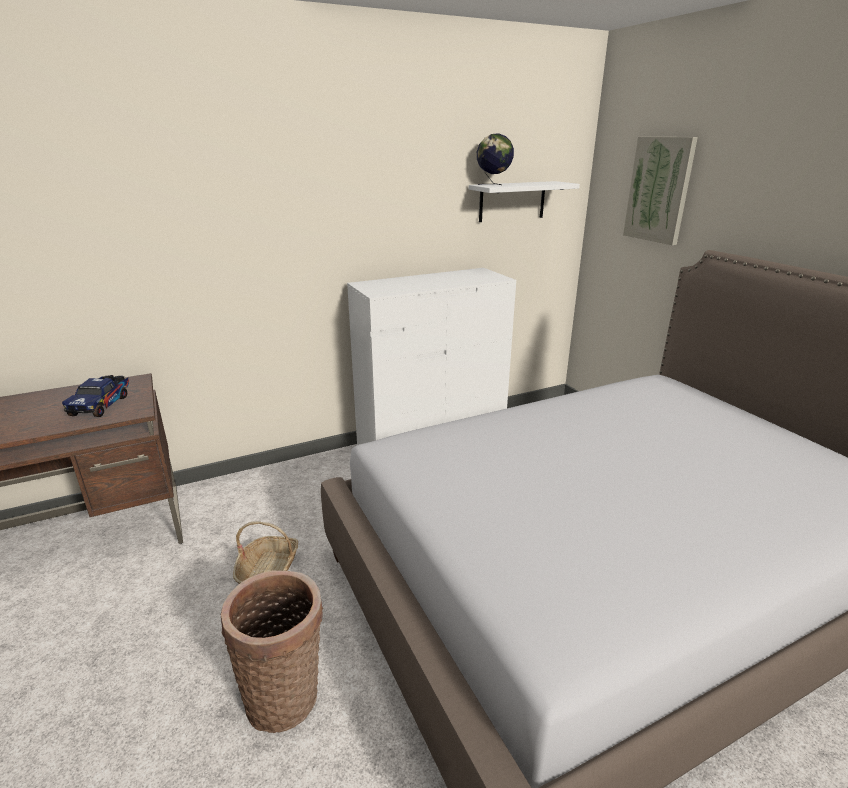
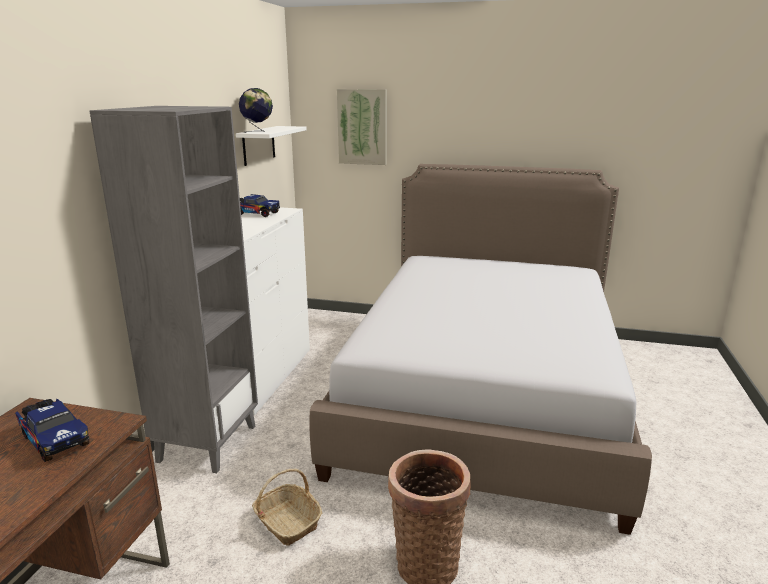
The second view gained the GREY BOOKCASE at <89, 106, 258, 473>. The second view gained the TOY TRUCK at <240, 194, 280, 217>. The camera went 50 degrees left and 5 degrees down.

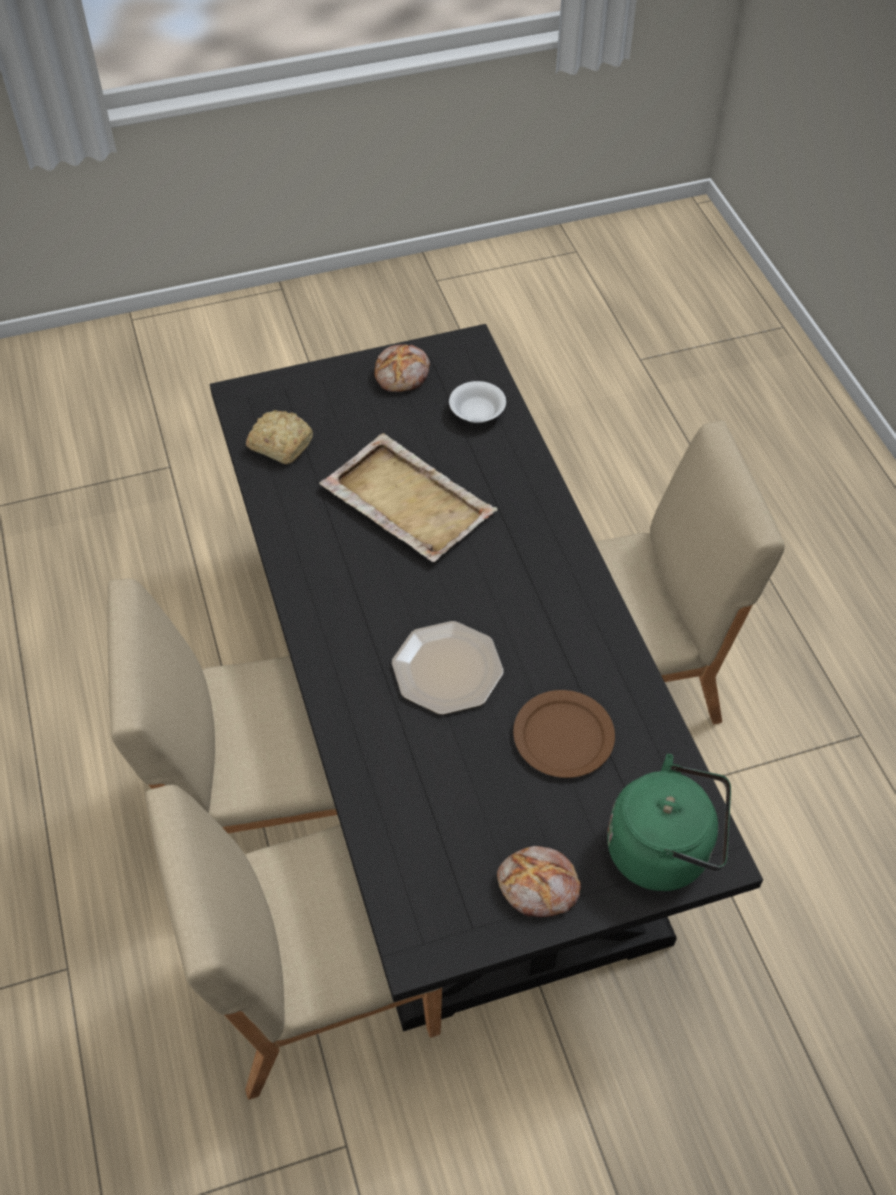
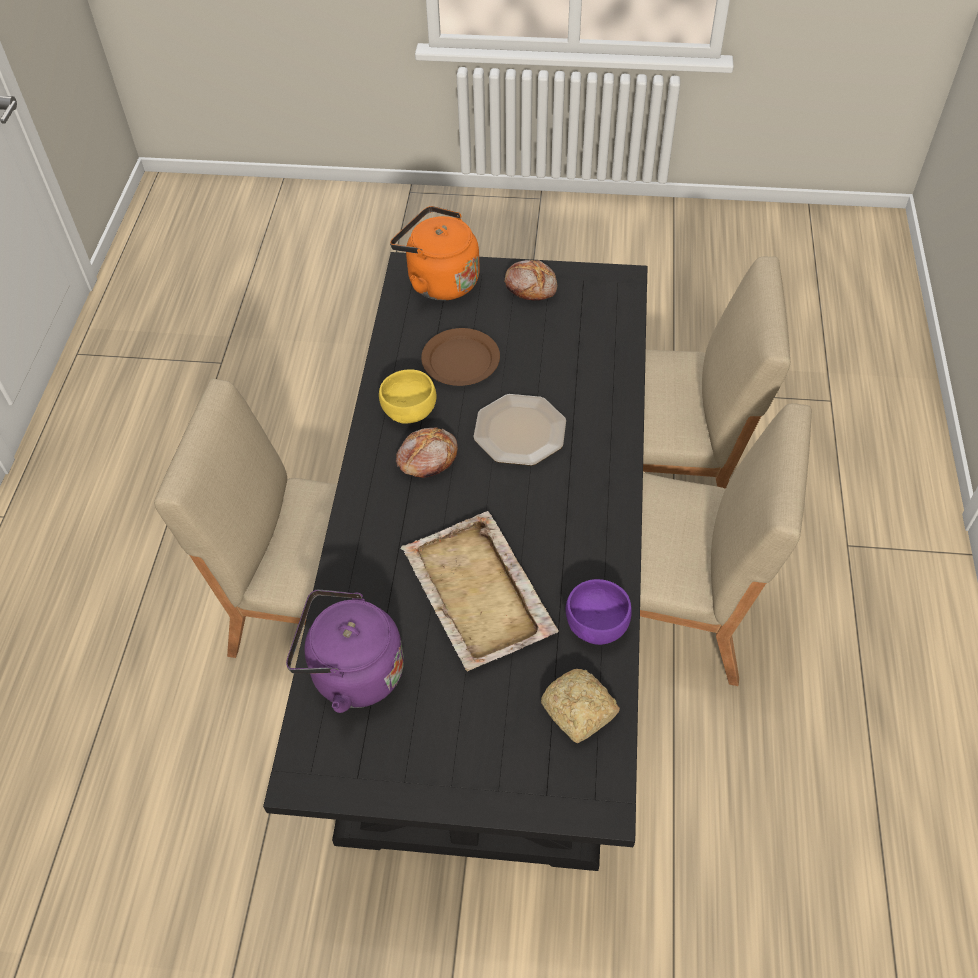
The BREAD ended up elsewhere, having gone from <374, 344, 430, 392> to <396, 427, 458, 478>. Where the WHITE BOWL stood at <449, 381, 506, 423>, the PURPLE KETTLE came to stand at <286, 590, 404, 713>. What was the GREEN KETTLE at <607, 754, 731, 891> turned into the ORANGE KETTLE at <390, 206, 480, 301>. The second view gained the YELLOW BOWL at <379, 370, 437, 423>. The second view gained the PURPLE BOWL at <566, 579, 632, 645>. The camera went 155 degrees left and 0 degrees up.

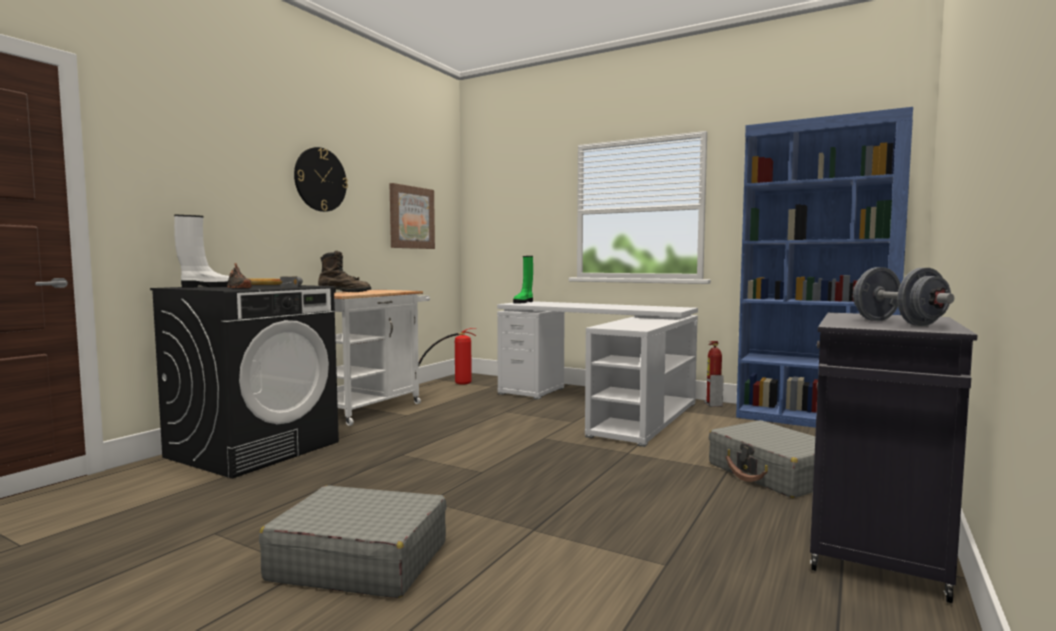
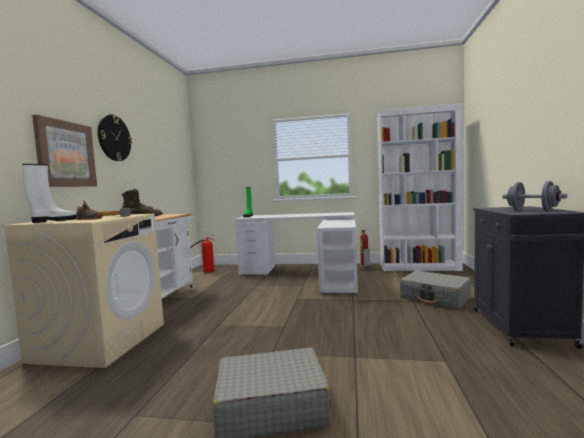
What was the BLACK WASHING MACHINE at <150, 285, 339, 479> turned into the BEIGE WASHING MACHINE at <2, 214, 164, 368>. The PICTURE ended up elsewhere, having gone from <390, 183, 435, 249> to <32, 115, 97, 187>. What was the BLUE BOOKCASE at <736, 107, 913, 428> turned into the WHITE BOOKCASE at <377, 103, 463, 271>. The camera went 20 degrees left and 0 degrees up.

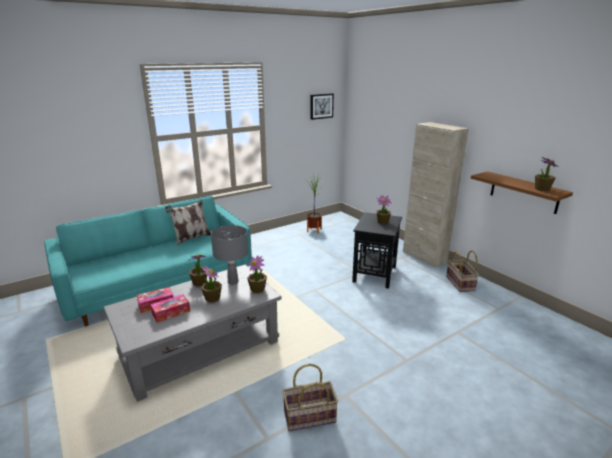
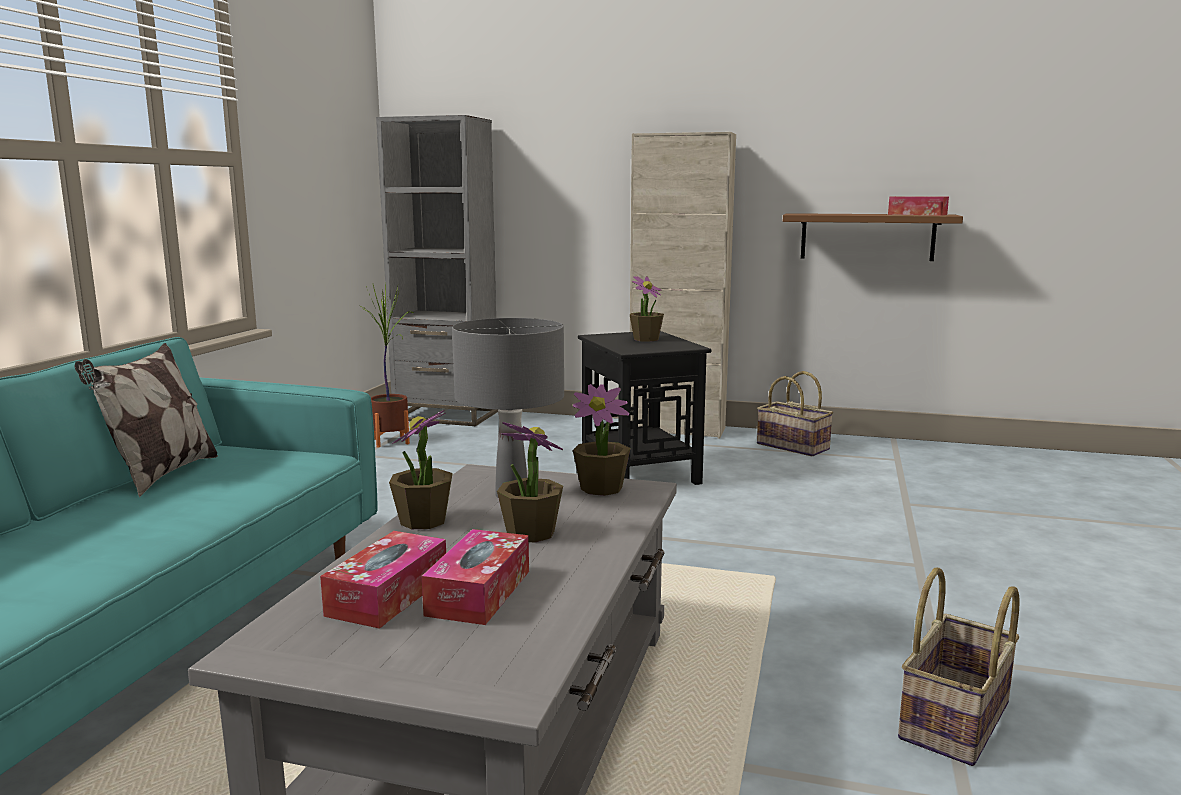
The second view lost the PICTURE at <310, 93, 334, 120>. Where the POTTED PLANT stood at <535, 157, 559, 191>, the TISSUE BOX came to stand at <888, 196, 949, 215>. The second view gained the GREY BOOKCASE at <376, 115, 498, 426>. The camera went 40 degrees left and 10 degrees down.

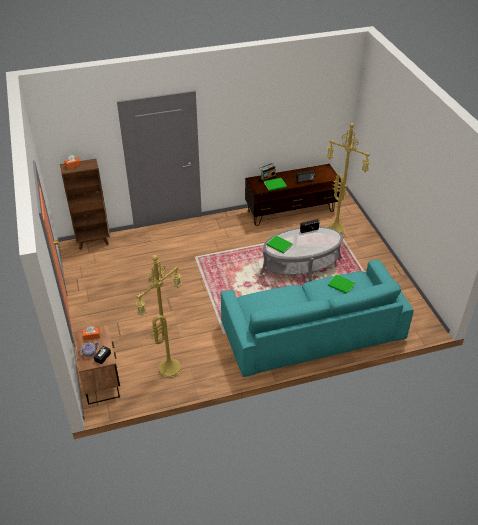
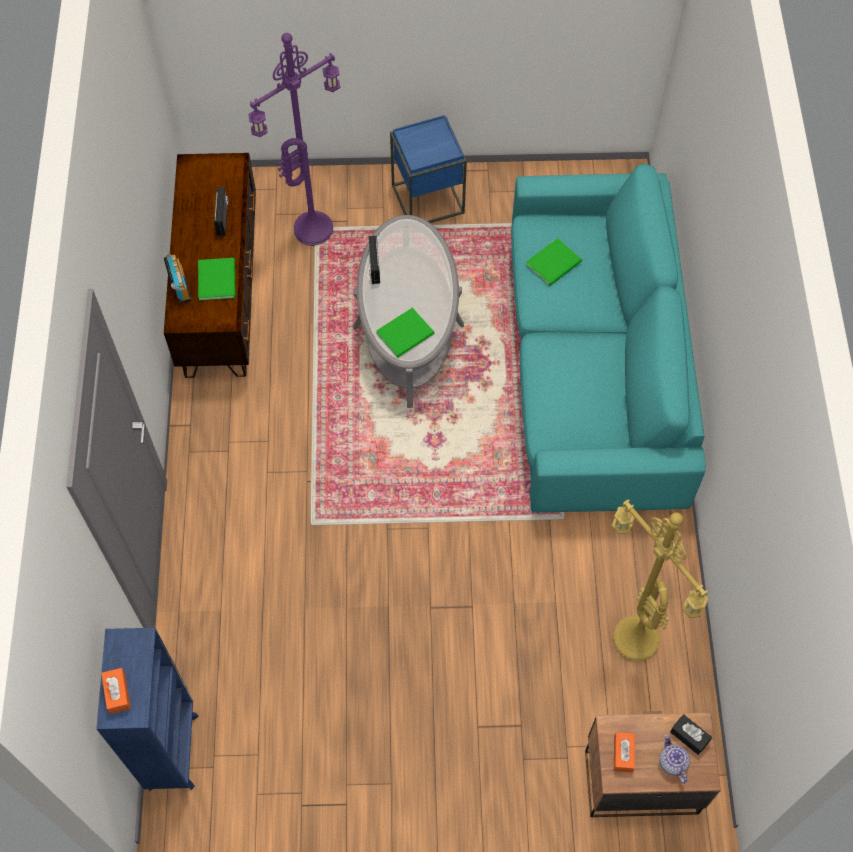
What was the BROWN BOOKCASE at <60, 159, 110, 250> turned into the BLUE BOOKCASE at <96, 628, 199, 791>. What was the YELLOW FLOOR LAMP at <327, 123, 370, 234> turned into the PURPLE FLOOR LAMP at <249, 33, 341, 246>. The second view gained the BLUE SIDE TABLE at <390, 115, 467, 223>. The camera went 75 degrees left and 20 degrees up.

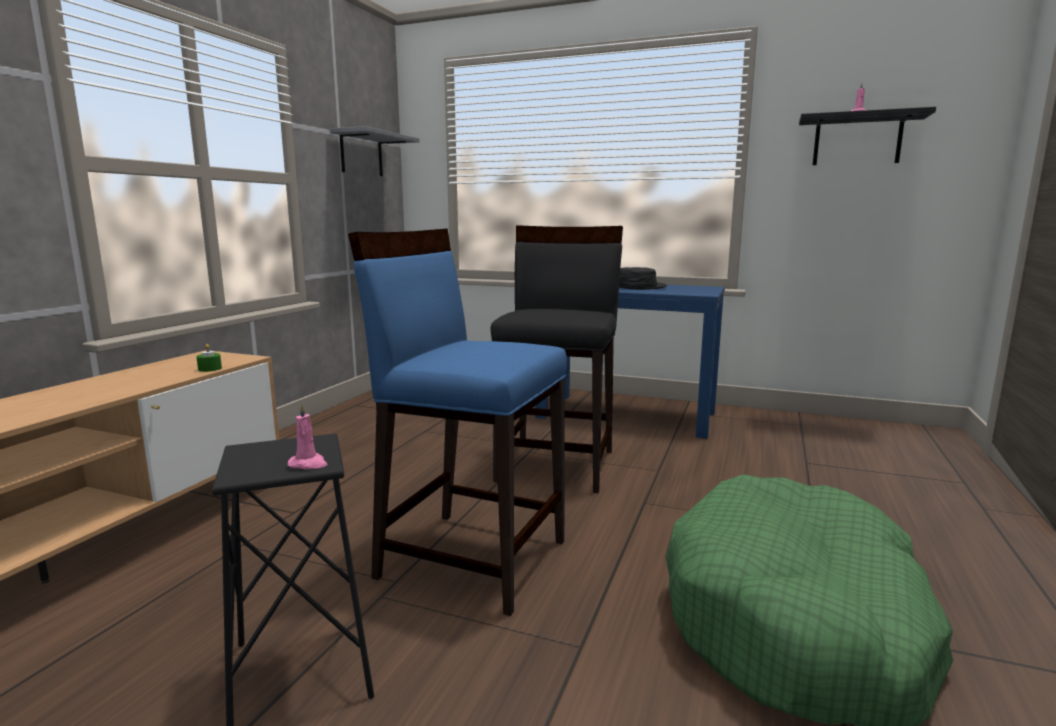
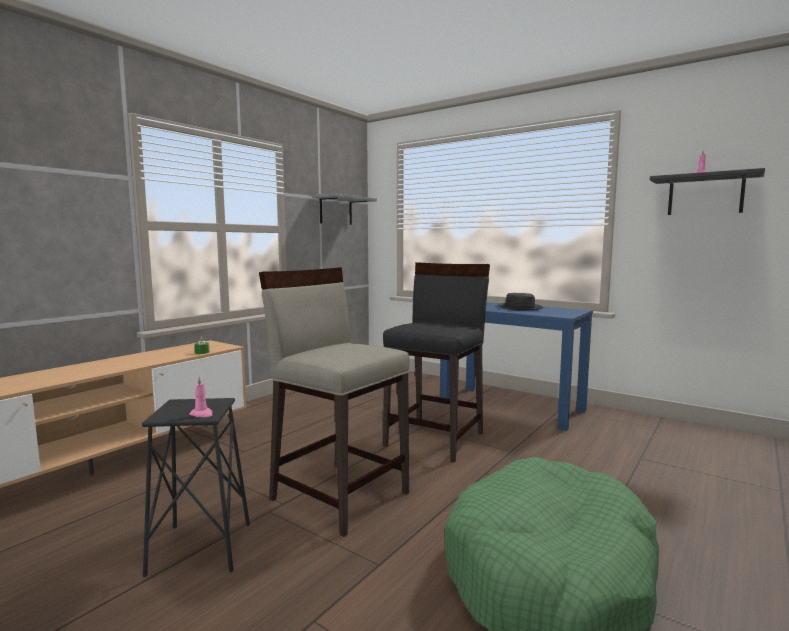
What was the BLUE STOOL at <348, 229, 567, 616> turned into the BEIGE STOOL at <259, 267, 410, 537>. The camera went 15 degrees right and 5 degrees down.

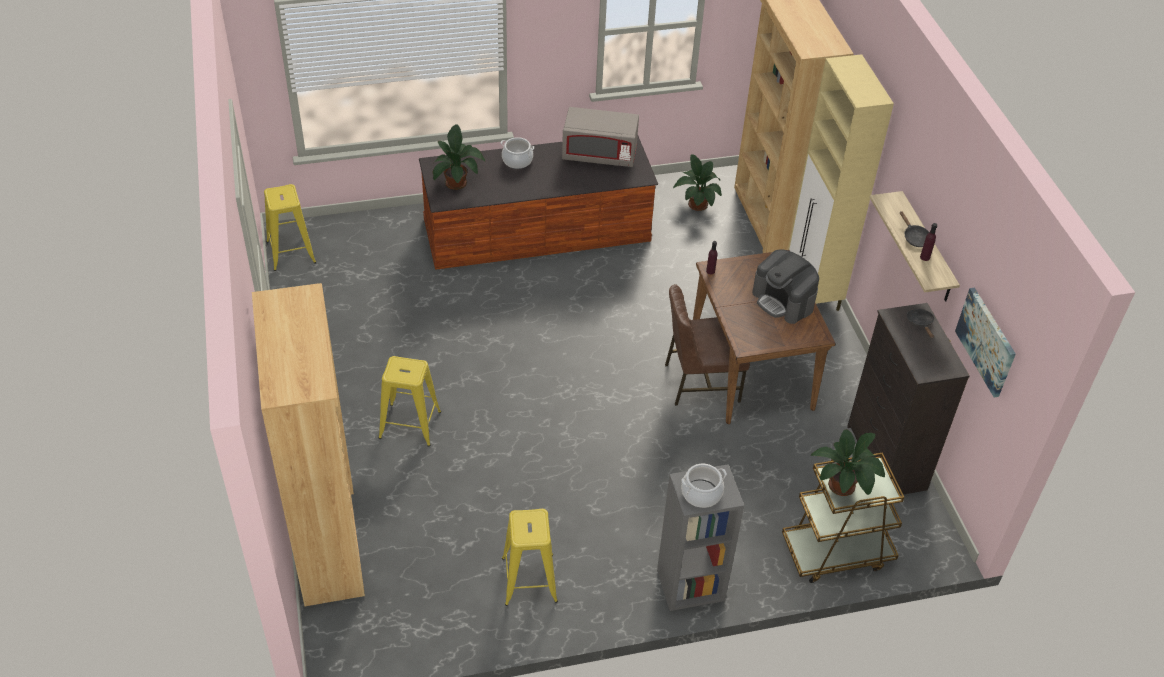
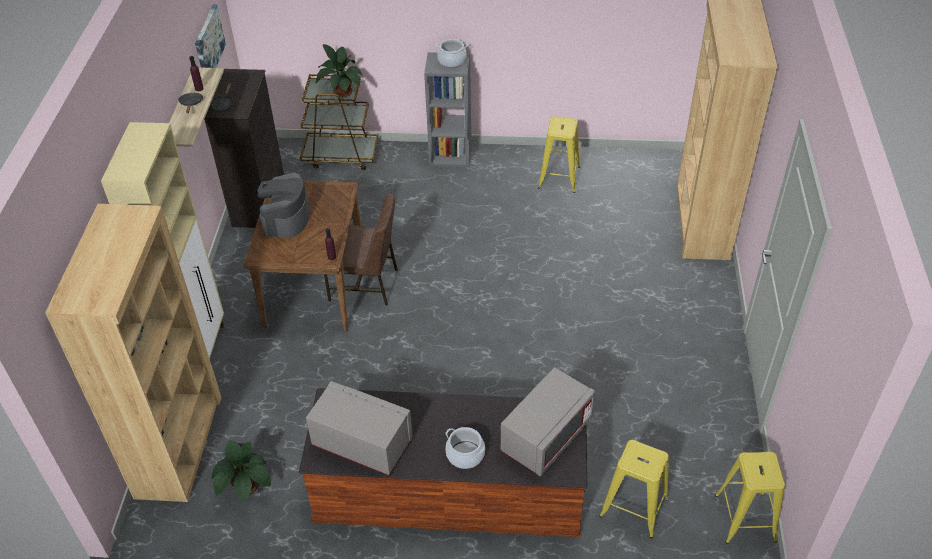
The YELLOW STOOL ended up elsewhere, having gone from <378, 356, 441, 447> to <600, 440, 669, 538>. Where the POTTED PLANT stood at <432, 124, 485, 190>, the GREY MICROWAVE came to stand at <501, 367, 595, 476>. The COFFEE MACHINE at <752, 249, 819, 324> ended up facing another way, 150 degrees counterclockwise from before. The camera went 160 degrees left and 0 degrees up.

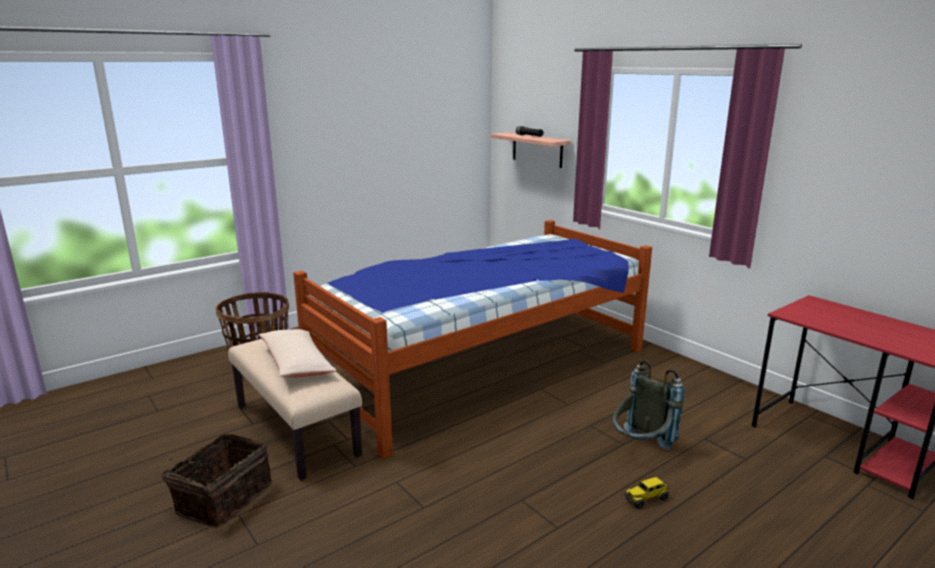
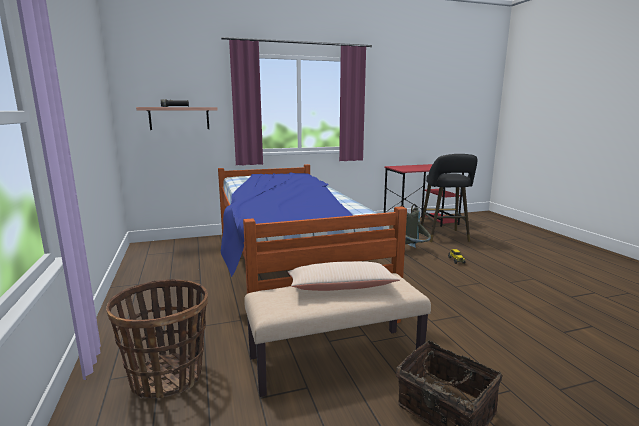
The second view gained the BLACK STOOL at <421, 154, 477, 242>. The camera went 70 degrees left and 5 degrees down.

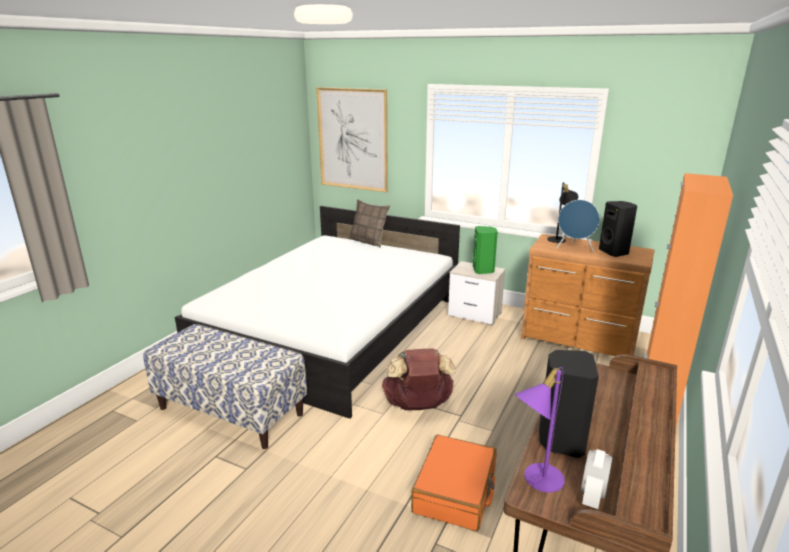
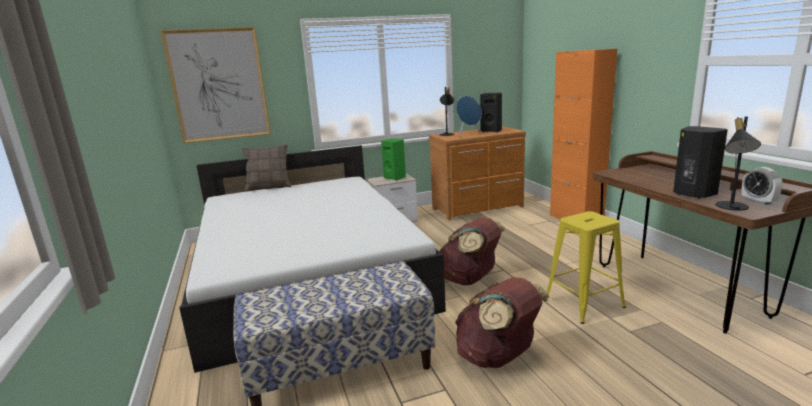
Where the ORANGE SUITCASE stood at <411, 435, 496, 531>, the YELLOW STOOL came to stand at <544, 211, 626, 324>. What was the PURPLE TABLE LAMP at <515, 367, 565, 492> turned into the BLACK TABLE LAMP at <715, 117, 761, 211>. The second view gained the BROWN BACKPACK at <455, 277, 550, 368>. The camera went 45 degrees left and 5 degrees down.

